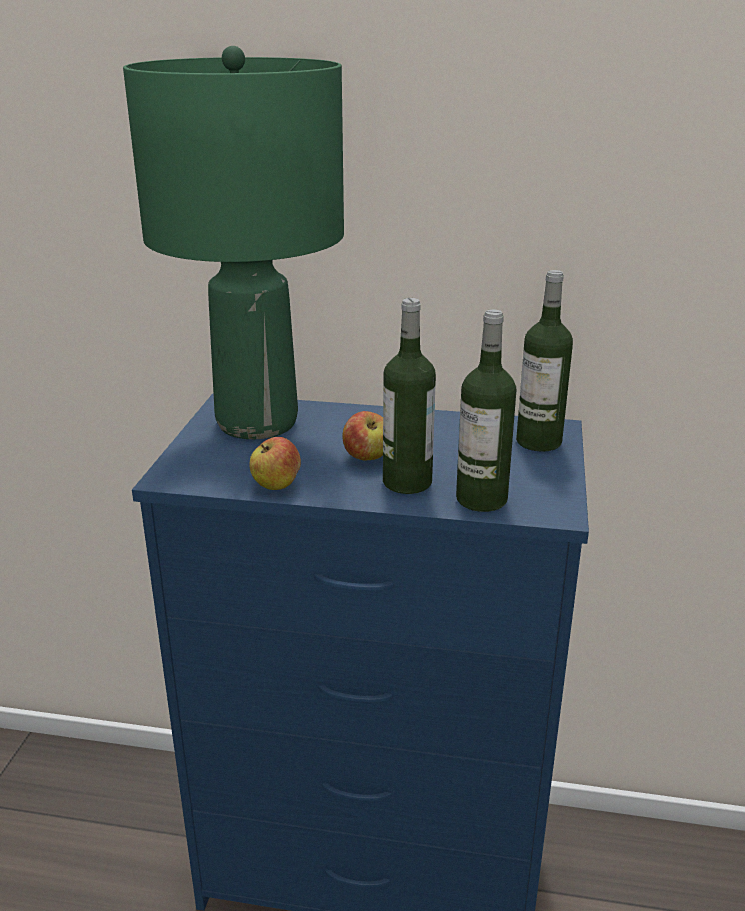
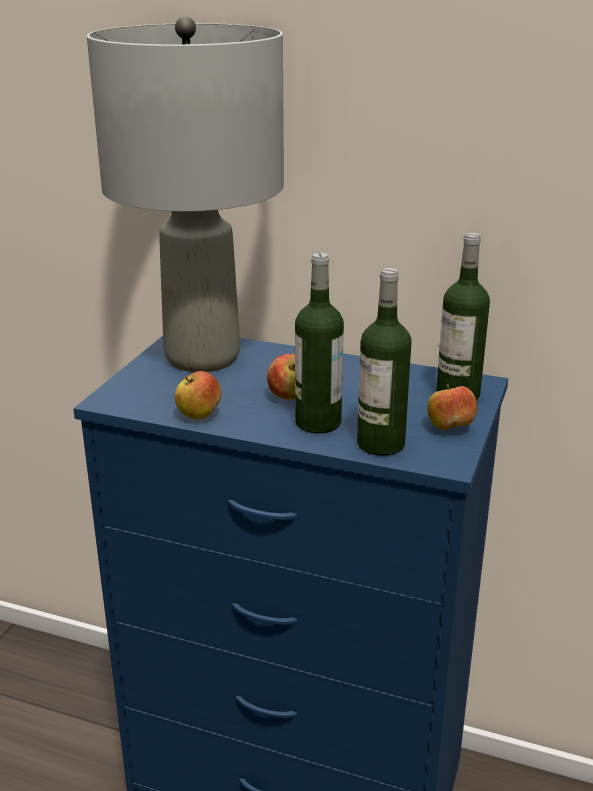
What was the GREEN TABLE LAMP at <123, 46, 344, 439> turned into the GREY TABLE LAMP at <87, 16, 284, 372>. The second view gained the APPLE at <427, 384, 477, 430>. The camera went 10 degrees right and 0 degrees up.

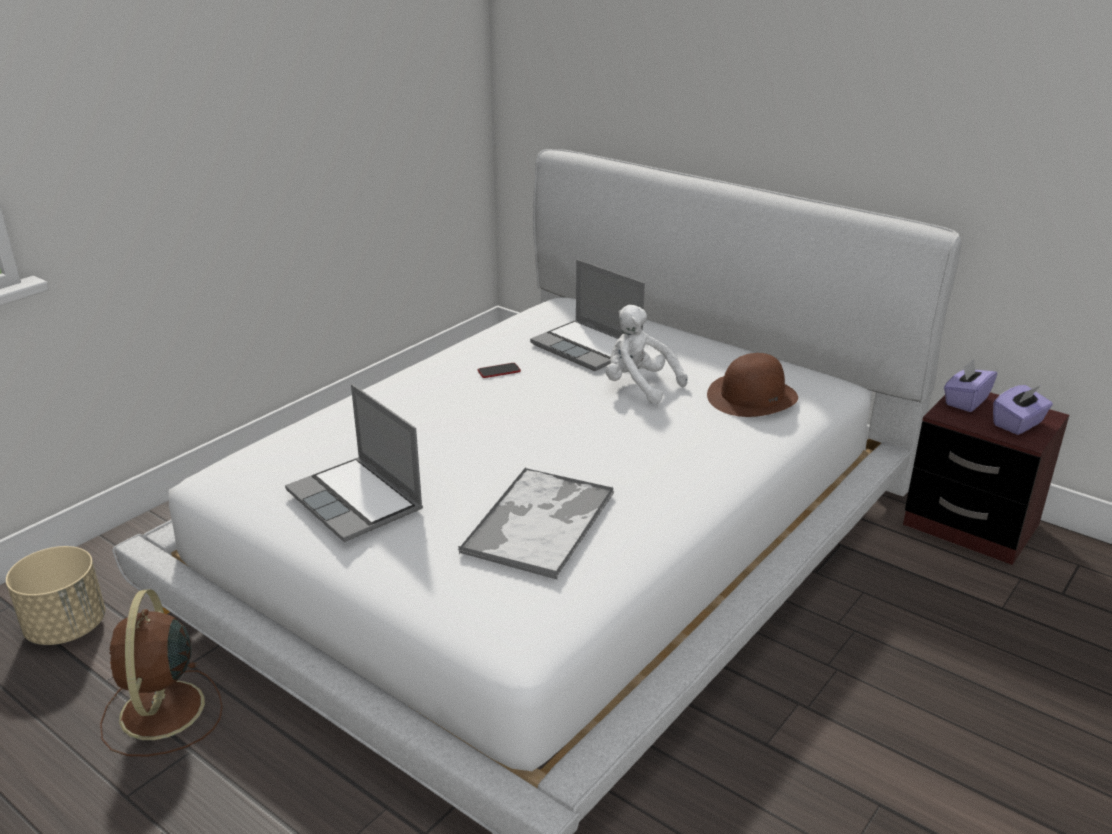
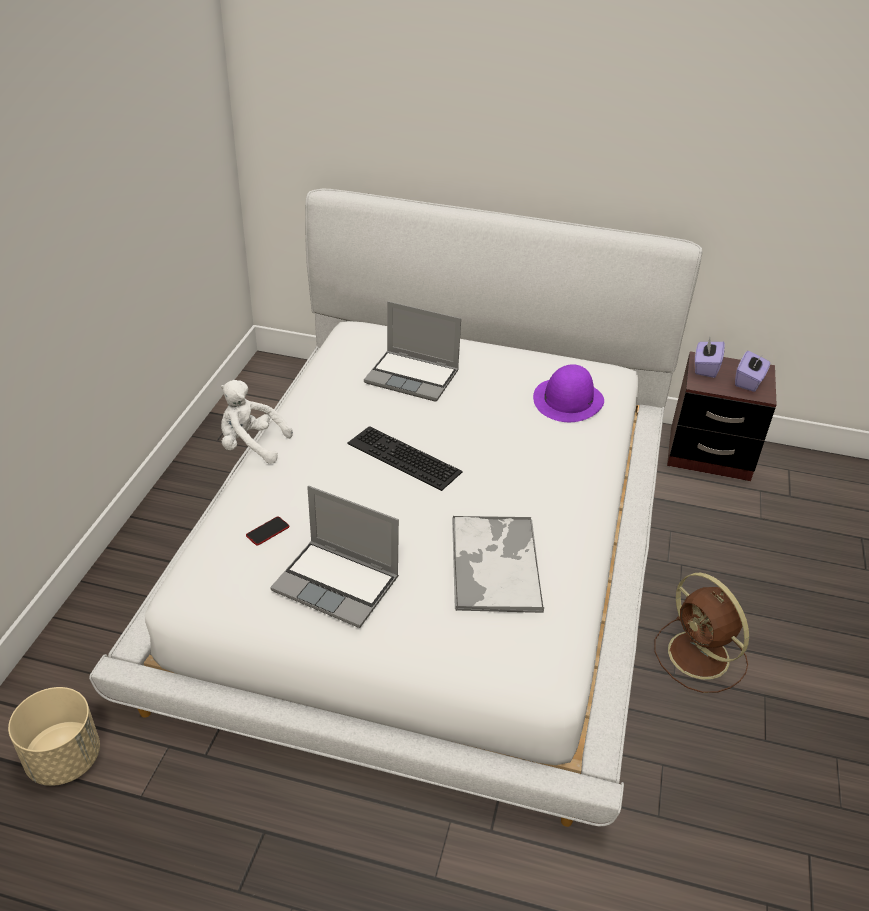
The BROWN FAN ended up elsewhere, having gone from <100, 589, 223, 756> to <654, 573, 749, 693>. The PHONE ended up elsewhere, having gone from <478, 363, 521, 378> to <246, 517, 289, 545>. The WHITE PLUSH TOY ended up elsewhere, having gone from <606, 305, 688, 404> to <221, 380, 293, 464>. What was the BROWN HAT at <707, 353, 798, 417> turned into the PURPLE HAT at <533, 364, 604, 422>. The second view gained the KEYBOARD at <347, 426, 462, 491>. The camera went 25 degrees left and 10 degrees up.

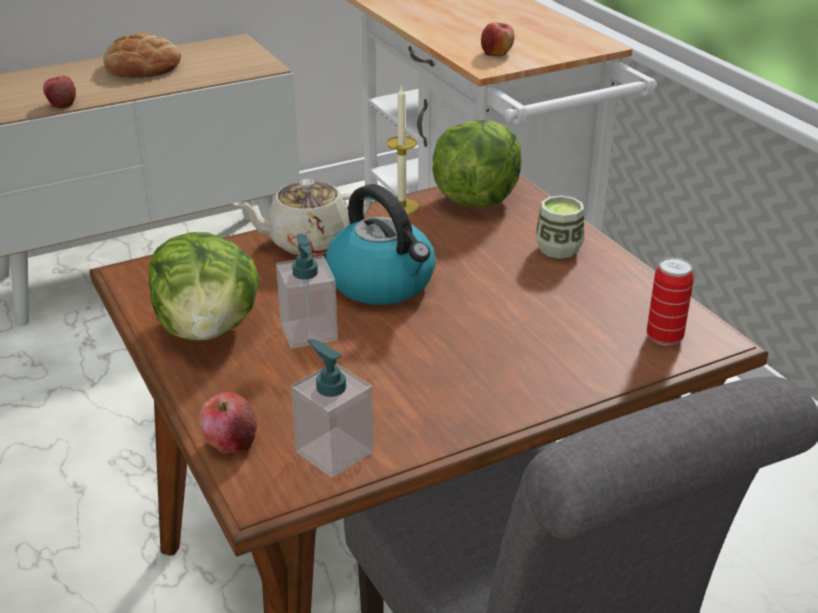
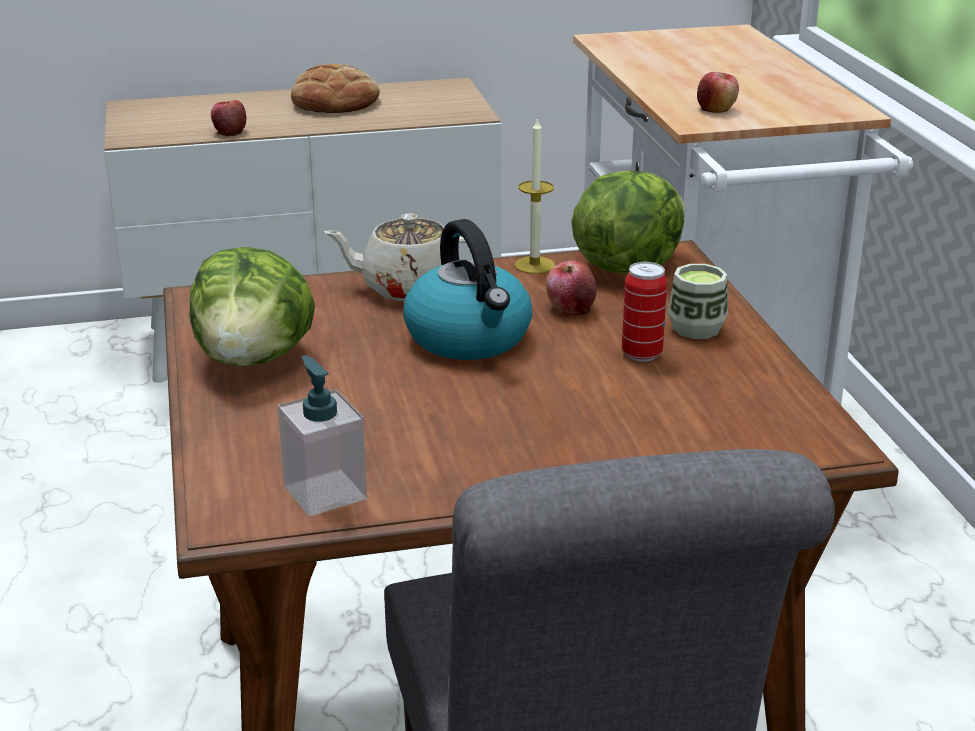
The APPLE ended up elsewhere, having gone from <199, 392, 257, 457> to <545, 260, 597, 316>. The second view lost the SOAP DISPENSER at <276, 234, 338, 349>. The CAN ended up elsewhere, having gone from <647, 257, 694, 346> to <622, 262, 667, 362>. The camera went 15 degrees right and 5 degrees down.

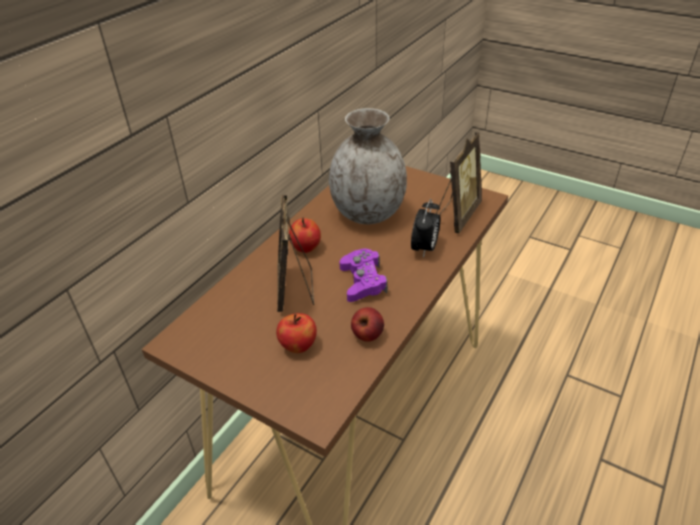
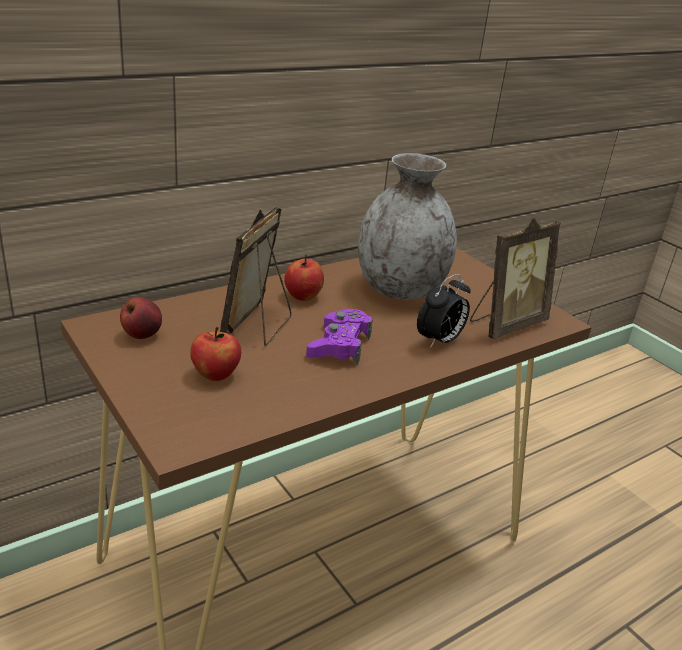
The APPLE ended up elsewhere, having gone from <351, 307, 384, 342> to <120, 297, 162, 339>. The camera went 20 degrees right and 10 degrees down.

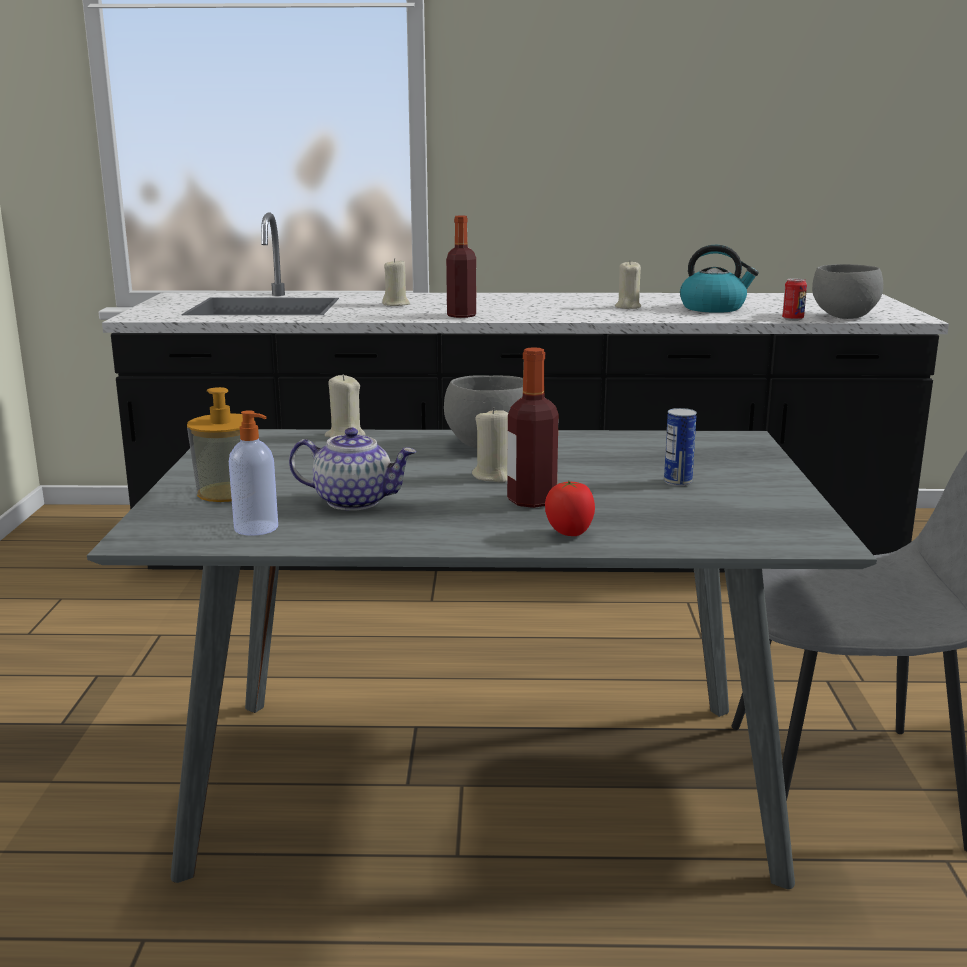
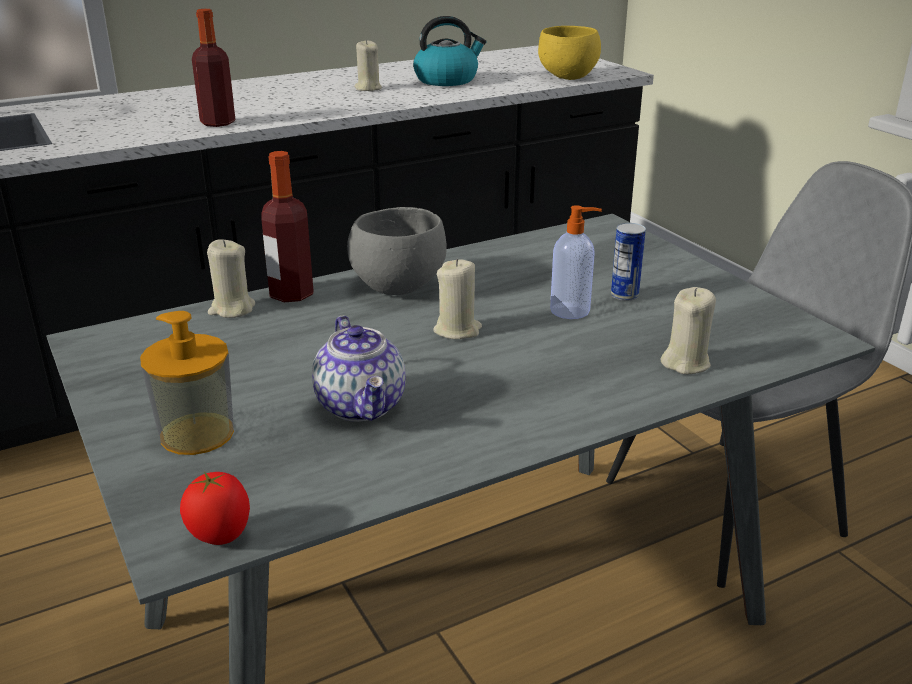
The SOAP DISPENSER ended up elsewhere, having gone from <229, 410, 278, 536> to <550, 205, 602, 319>. The TEAPOT at <289, 427, 416, 511> ended up facing another way, 90 degrees clockwise from before. The BEIGE CANDLE ended up elsewhere, having gone from <382, 258, 410, 306> to <661, 287, 716, 374>. The BOTTLE ended up elsewhere, having gone from <507, 347, 559, 508> to <261, 151, 314, 302>. The TOMATO ended up elsewhere, having gone from <545, 480, 595, 536> to <180, 472, 250, 545>. The second view lost the CAN at <782, 278, 807, 321>. What was the GREY BOWL at <812, 264, 883, 319> turned into the YELLOW BOWL at <538, 26, 601, 80>. The camera went 30 degrees left and 10 degrees up.

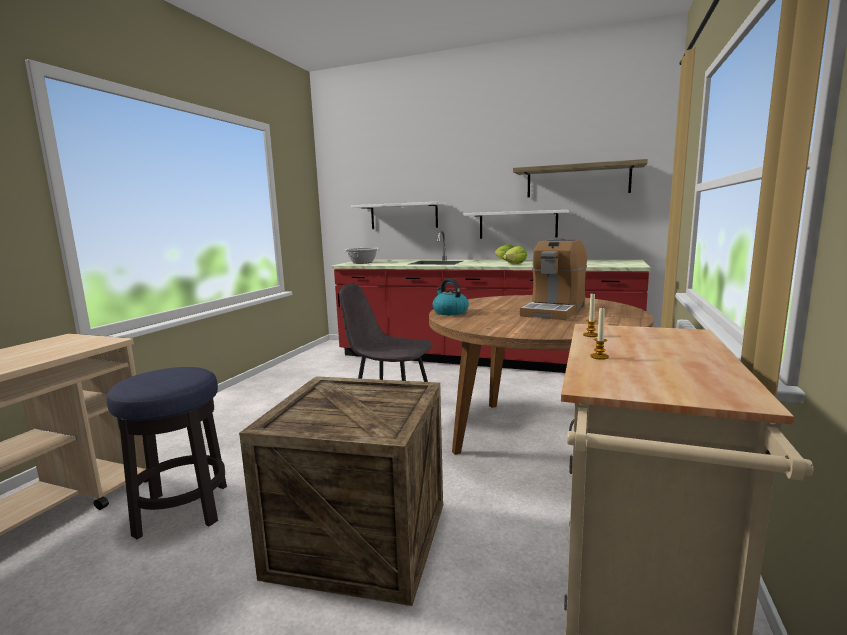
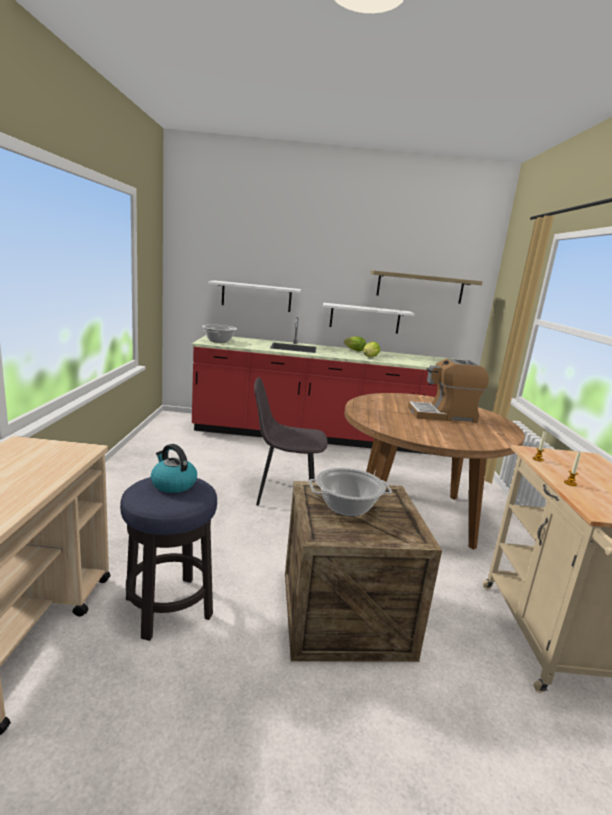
The KETTLE ended up elsewhere, having gone from <433, 278, 469, 315> to <151, 444, 197, 493>. The COFFEE MACHINE at <520, 238, 587, 320> ended up facing another way, 75 degrees clockwise from before. The second view gained the COOKING POT at <309, 468, 392, 517>. The camera went 20 degrees left and 5 degrees up.

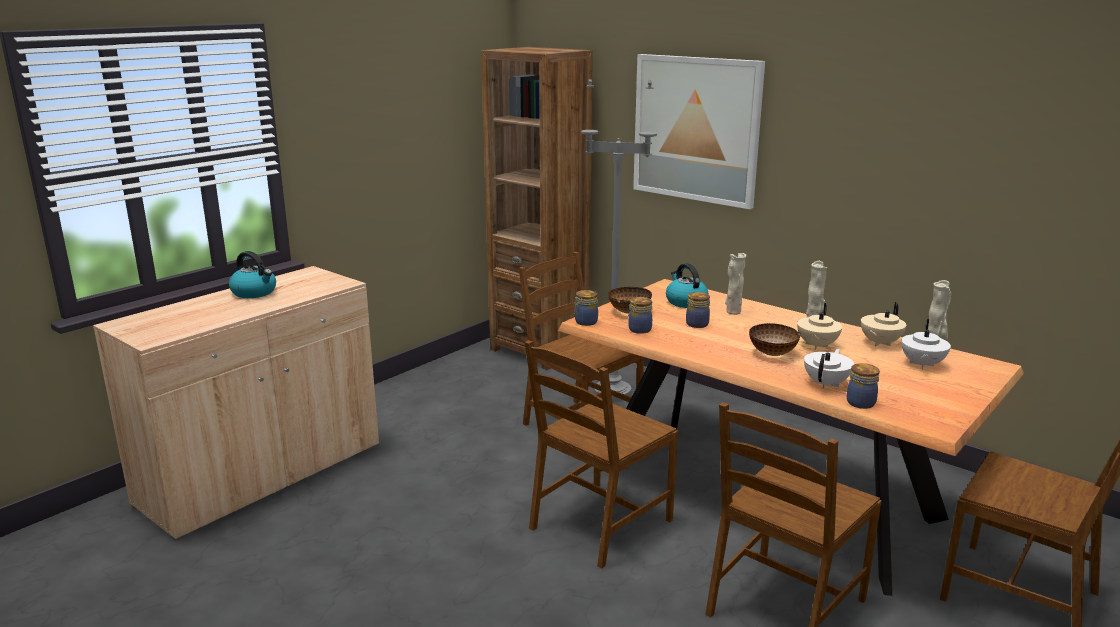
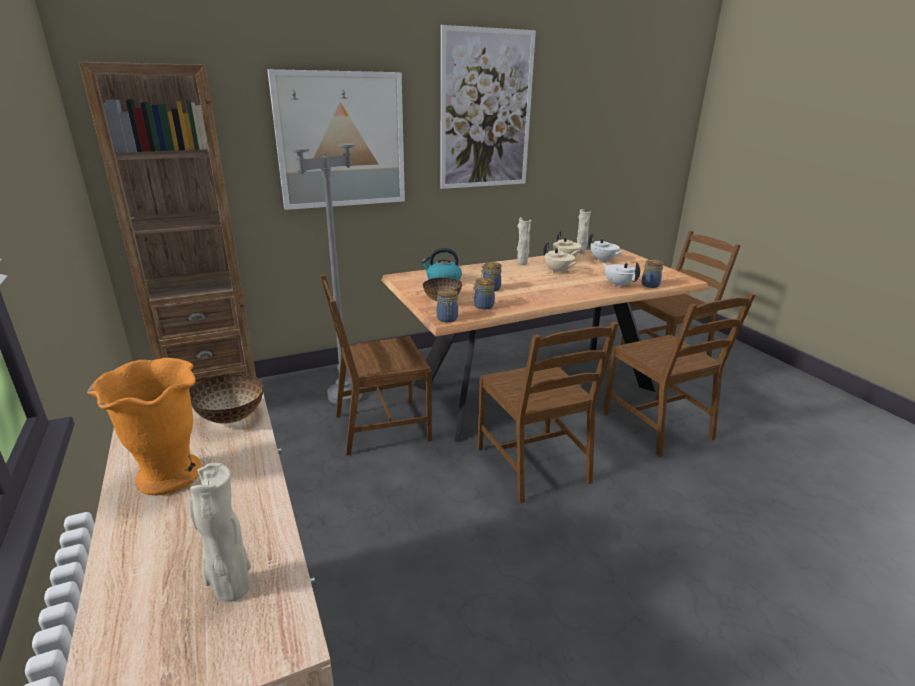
Where the KETTLE stood at <229, 251, 276, 298>, the ORANGE VASE came to stand at <87, 358, 202, 496>. The BEIGE VASE ended up elsewhere, having gone from <725, 253, 746, 315> to <189, 463, 251, 602>. The BOWL ended up elsewhere, having gone from <749, 323, 800, 356> to <190, 373, 263, 424>. The second view gained the PICTURE at <440, 25, 536, 189>. The camera went 65 degrees left and 5 degrees up.

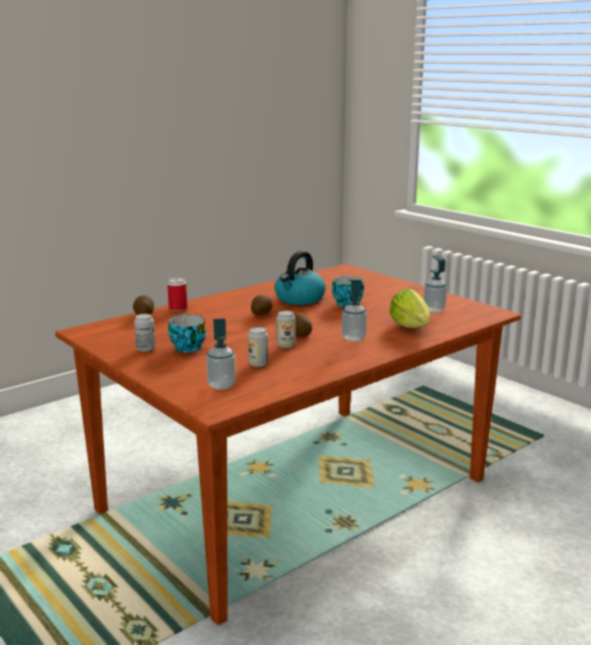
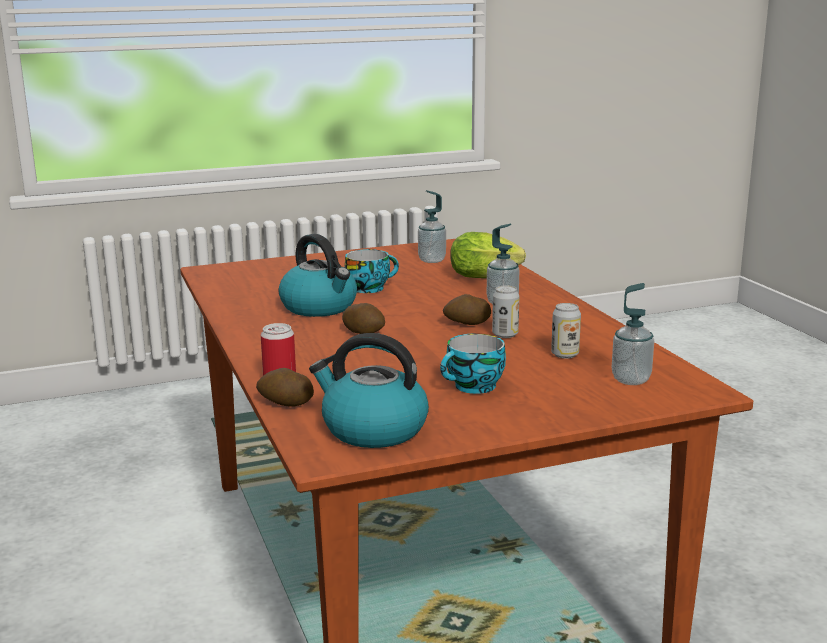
The second view lost the CAN at <134, 314, 155, 352>. The second view gained the KETTLE at <309, 333, 429, 448>. The camera went 70 degrees left and 0 degrees up.

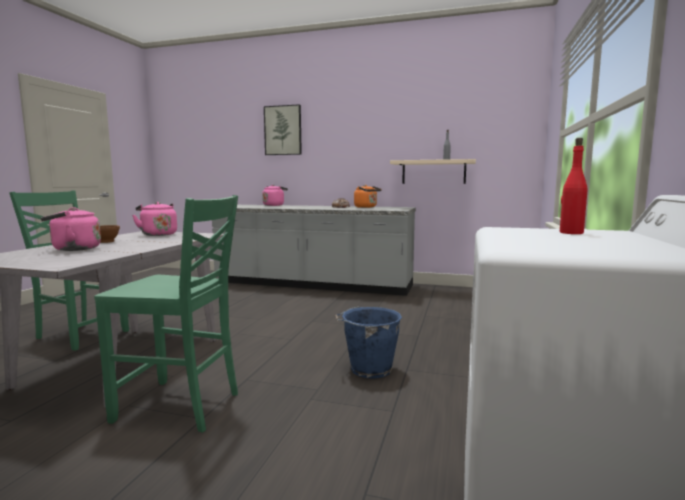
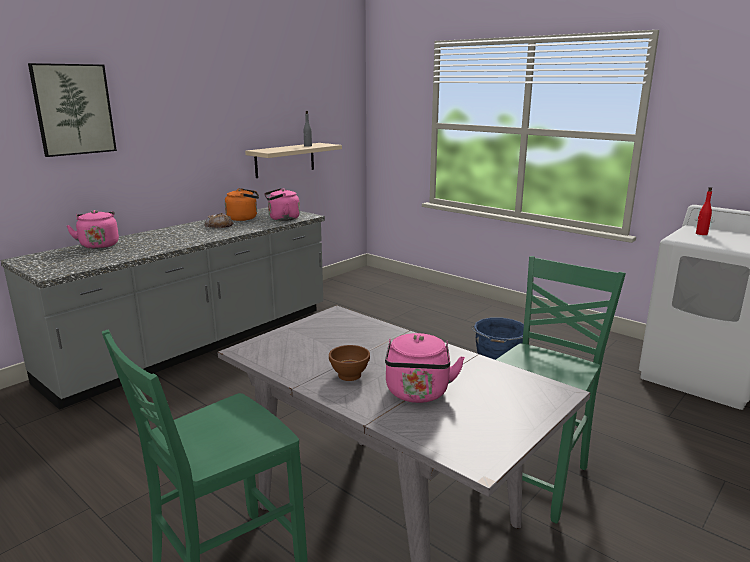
The PINK KETTLE ended up elsewhere, having gone from <132, 202, 177, 236> to <264, 188, 300, 221>. The camera went 65 degrees left and 10 degrees up.

